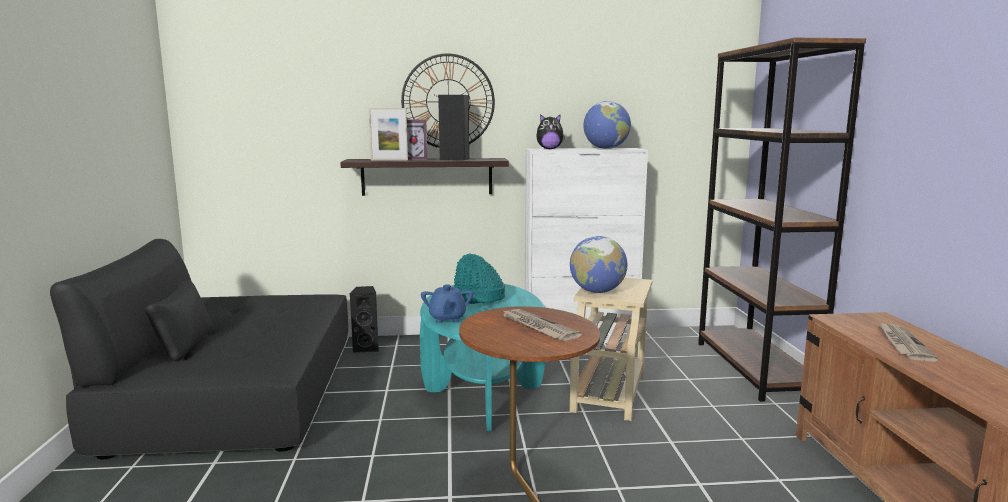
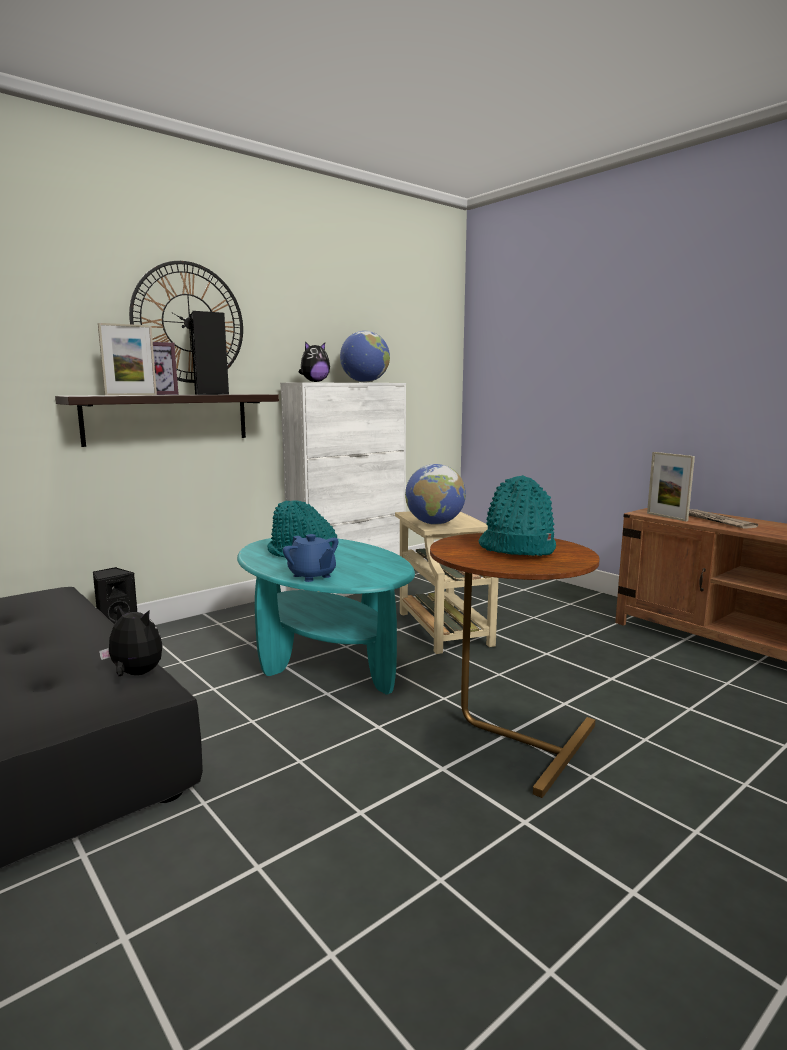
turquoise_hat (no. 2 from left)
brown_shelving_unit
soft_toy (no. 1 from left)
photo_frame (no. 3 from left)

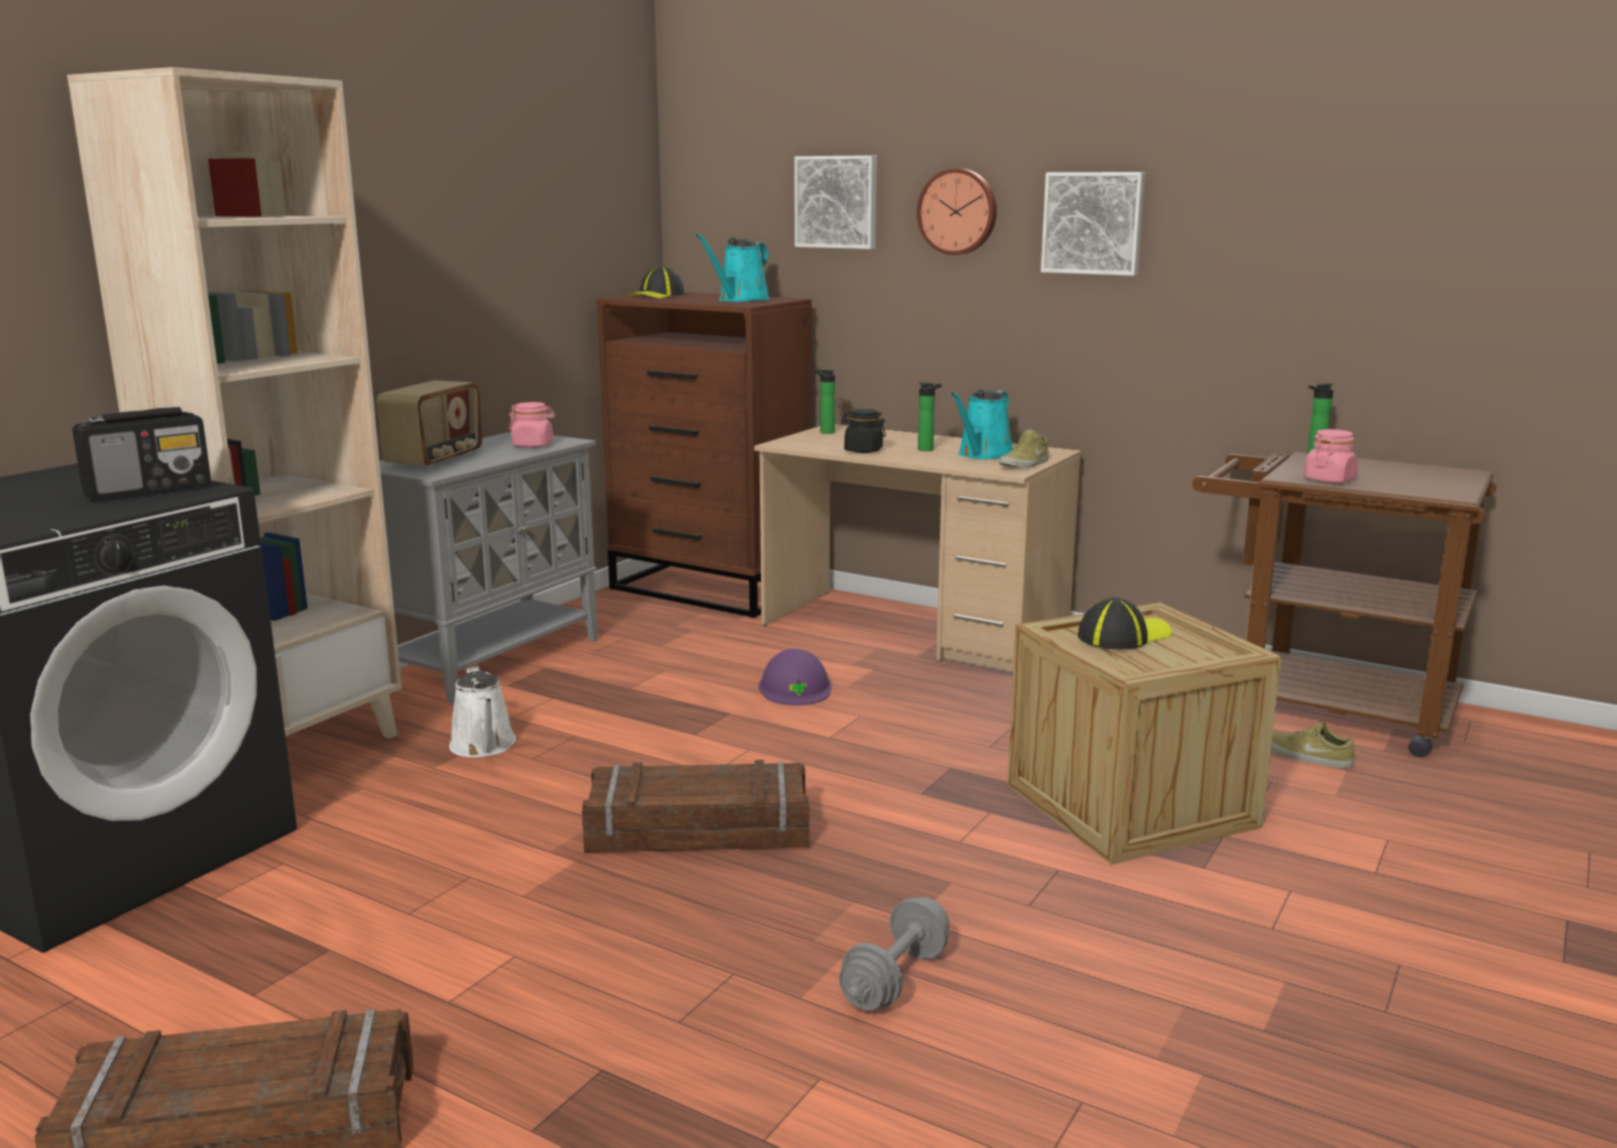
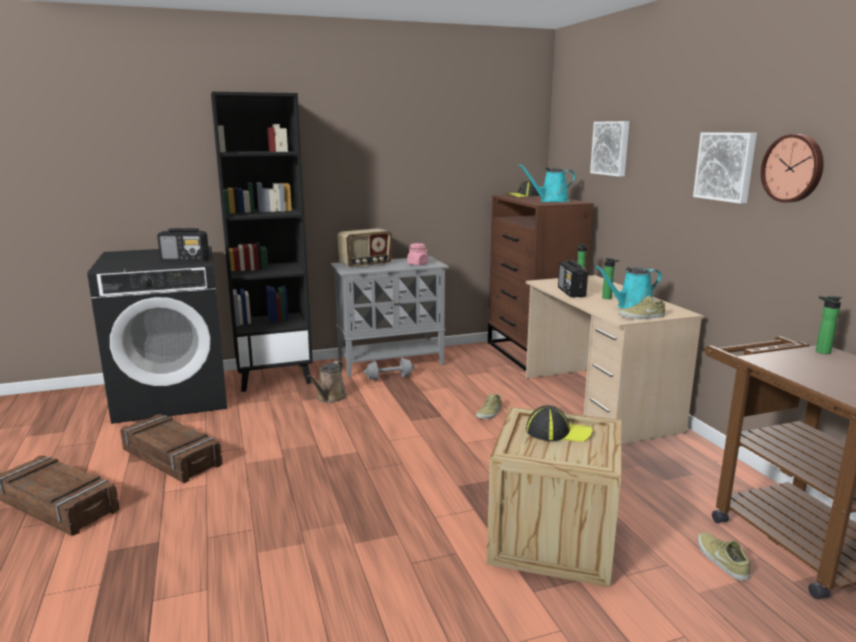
black-coloured_shelving_unit
brown_watering_pot
crate (no. 2 from left)
sand-coloured_shoe (no. 1 from left)
gray_dumbbell
radio_set (no. 3 from left)
clock_on_the_wall
pink-coloured_storage_jar (no. 2 from left in the first image)

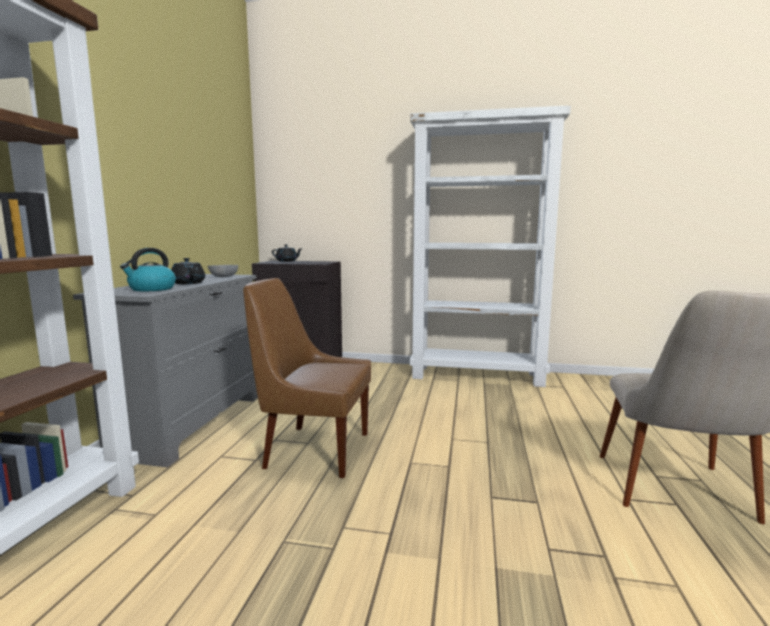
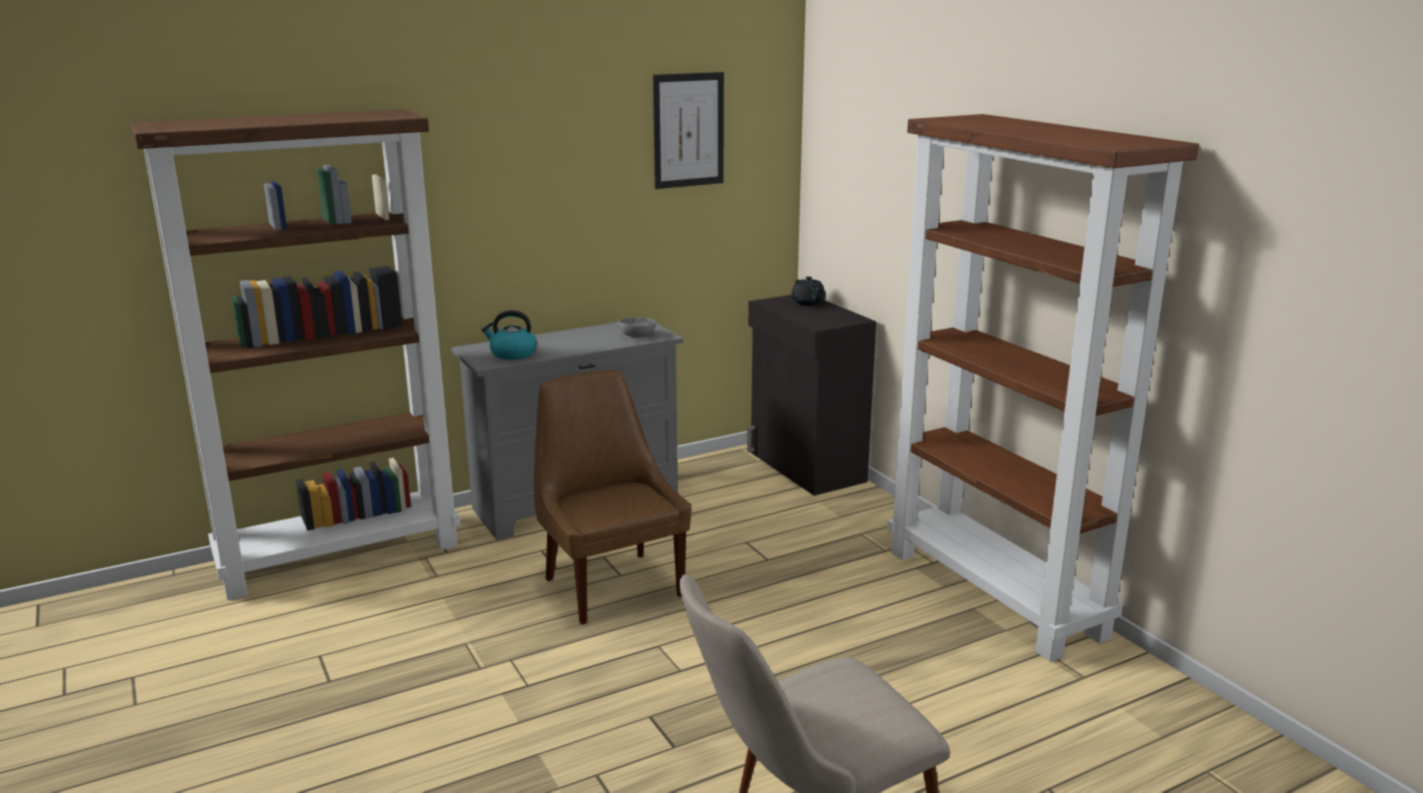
black-coloured_tea_pot (no. 1 from left in the first image)
brown_shelving_unit (no. 2 from left)
wall_picture

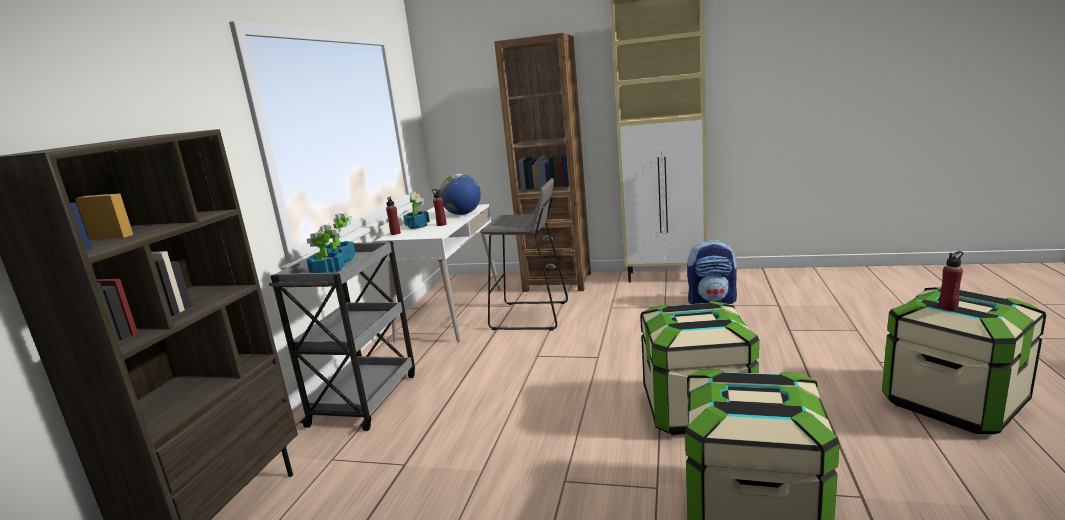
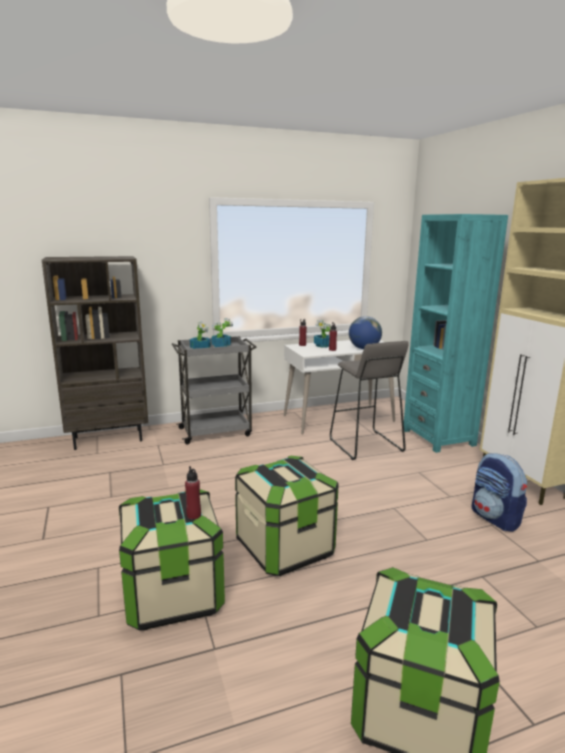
turquoise_shelving_unit
red-coloured_beverage_bottle (no. 1 from left)

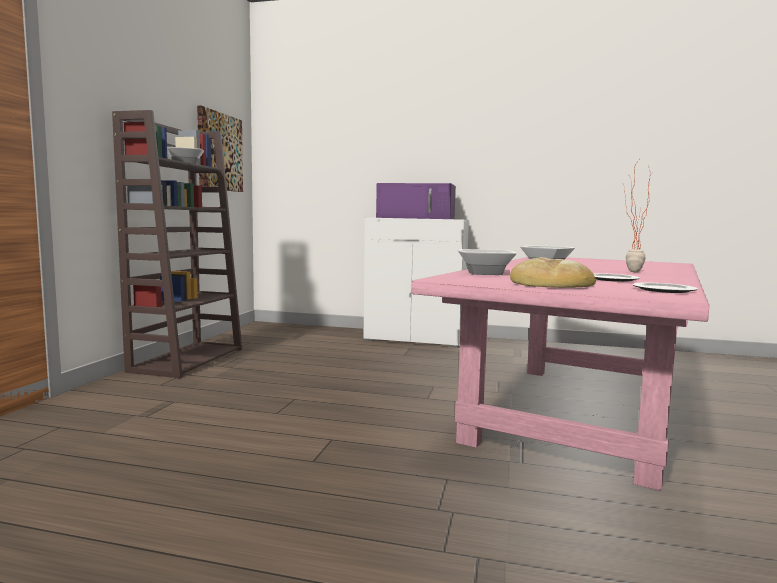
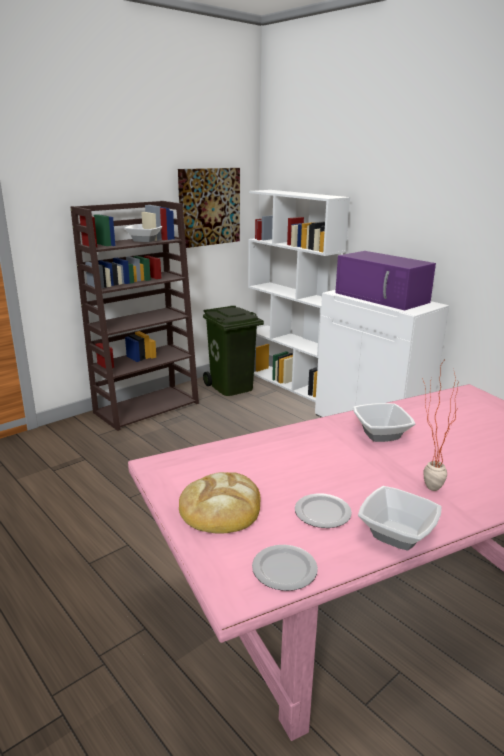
bowl (no. 3 from left)
green_trash_can
whitish_shelving_unit

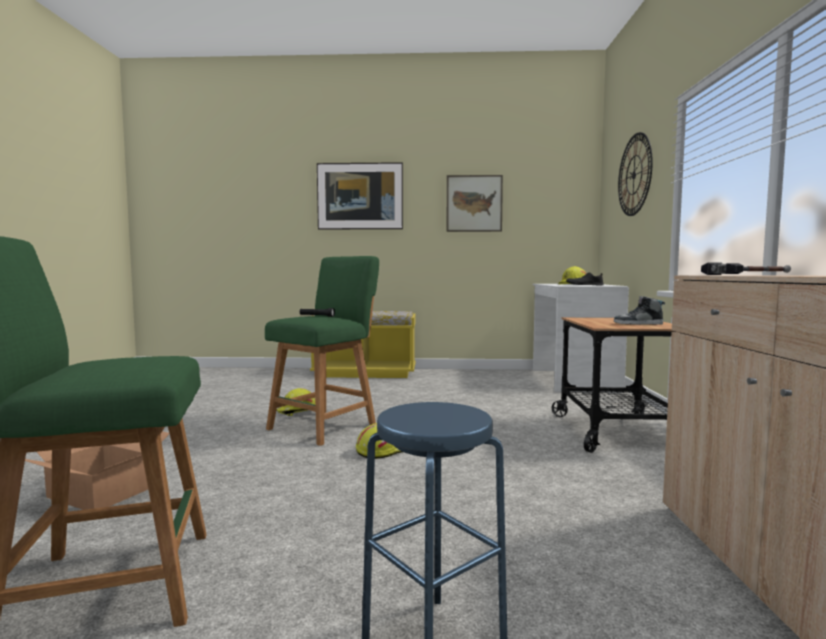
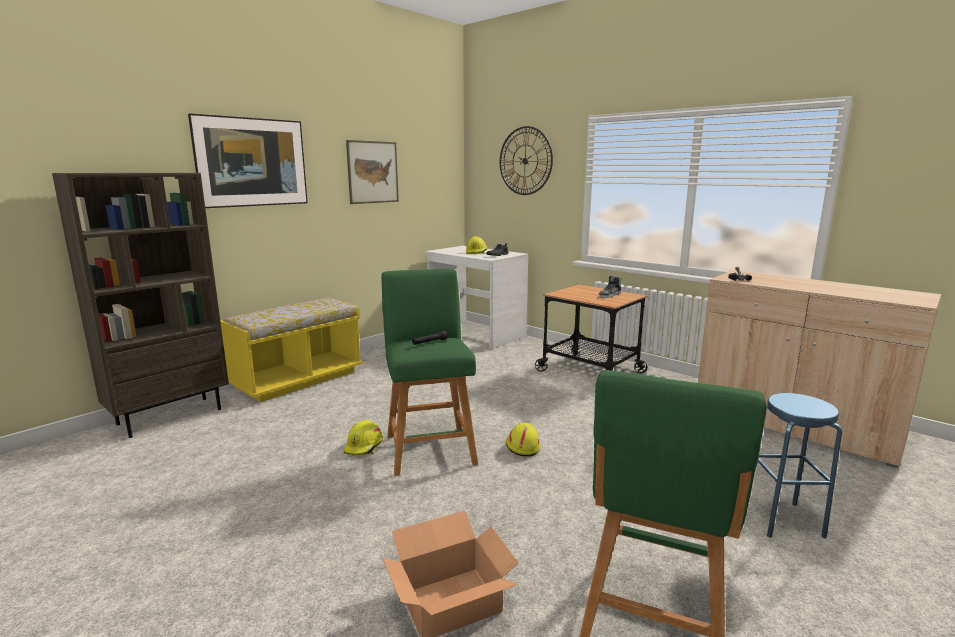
brown_shelving_unit

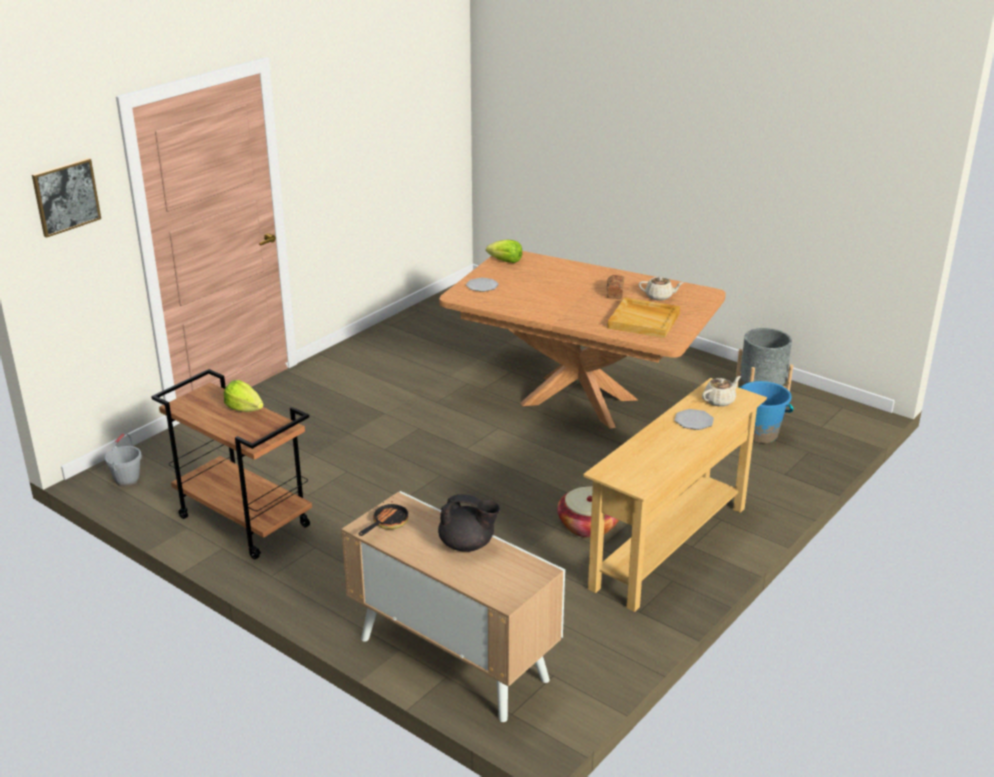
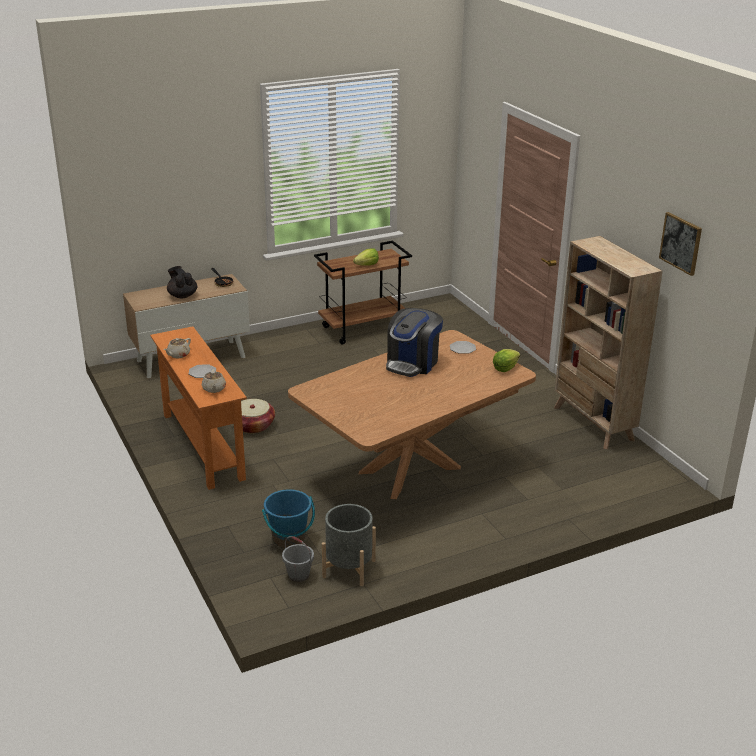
wall_picture
gray_bucket
black-coloured_tea_pot
orange_narrow_table
bread
sand-coloured_tray
sand-coloured_tea_pot (no. 1 from left)
coffee_brewer
sand-coloured_shelving_unit

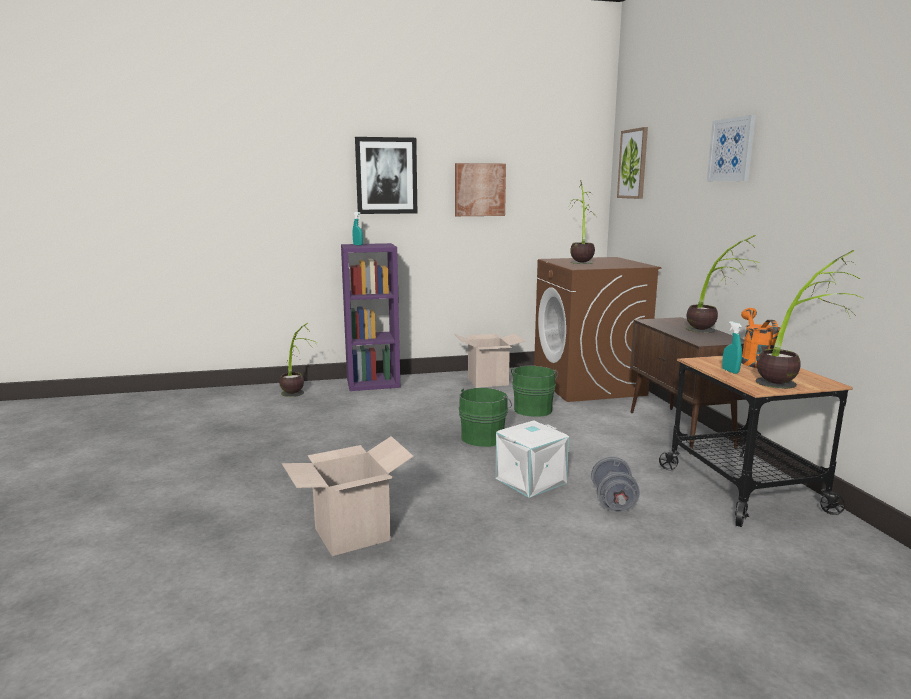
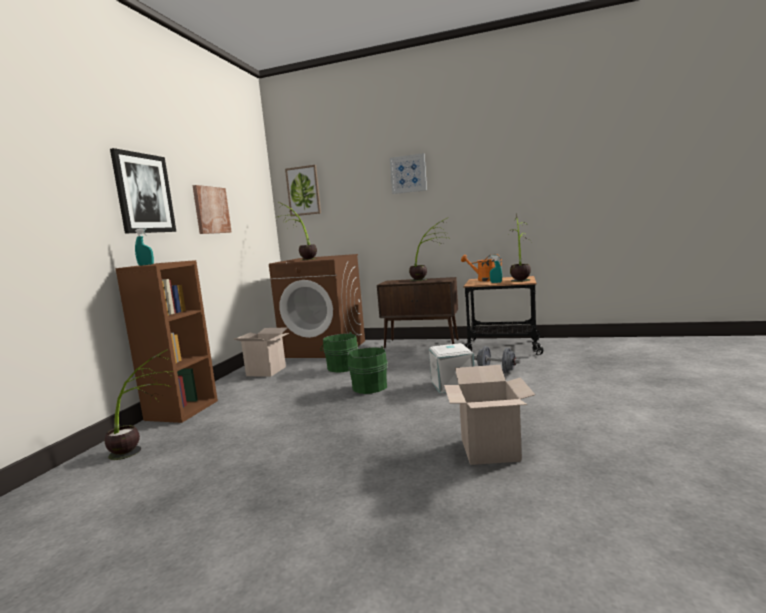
brown_shelving_unit

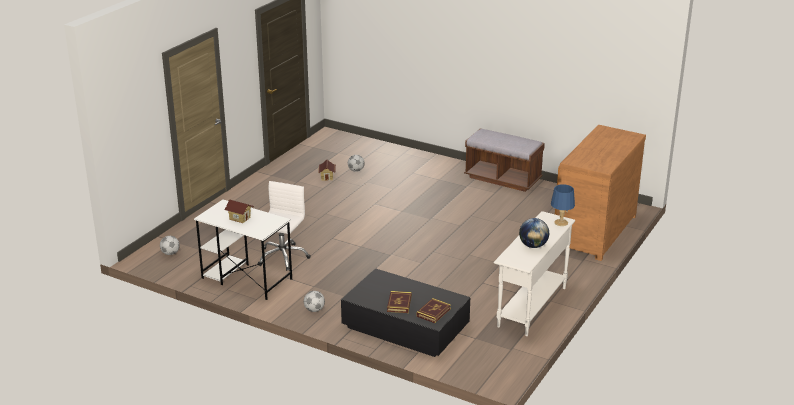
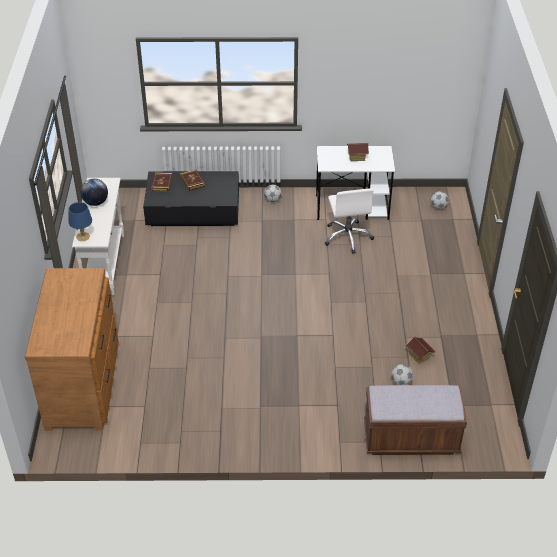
brown_bench

